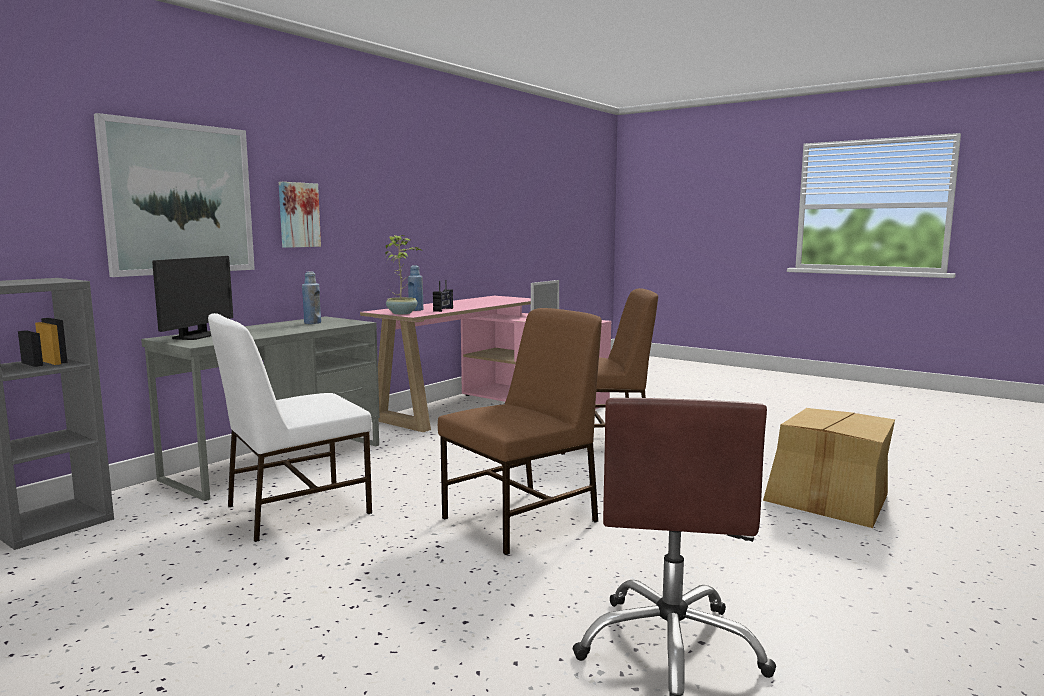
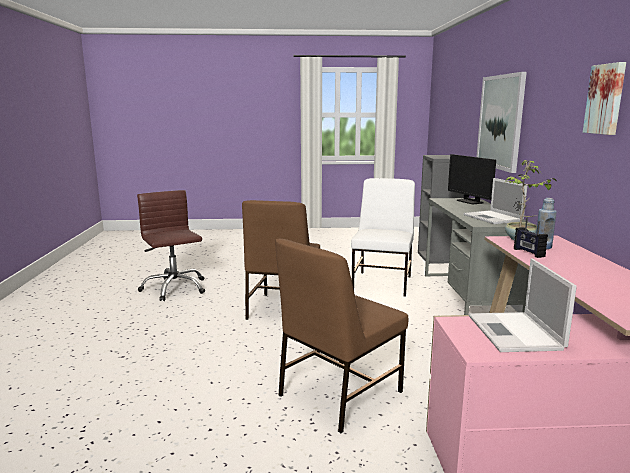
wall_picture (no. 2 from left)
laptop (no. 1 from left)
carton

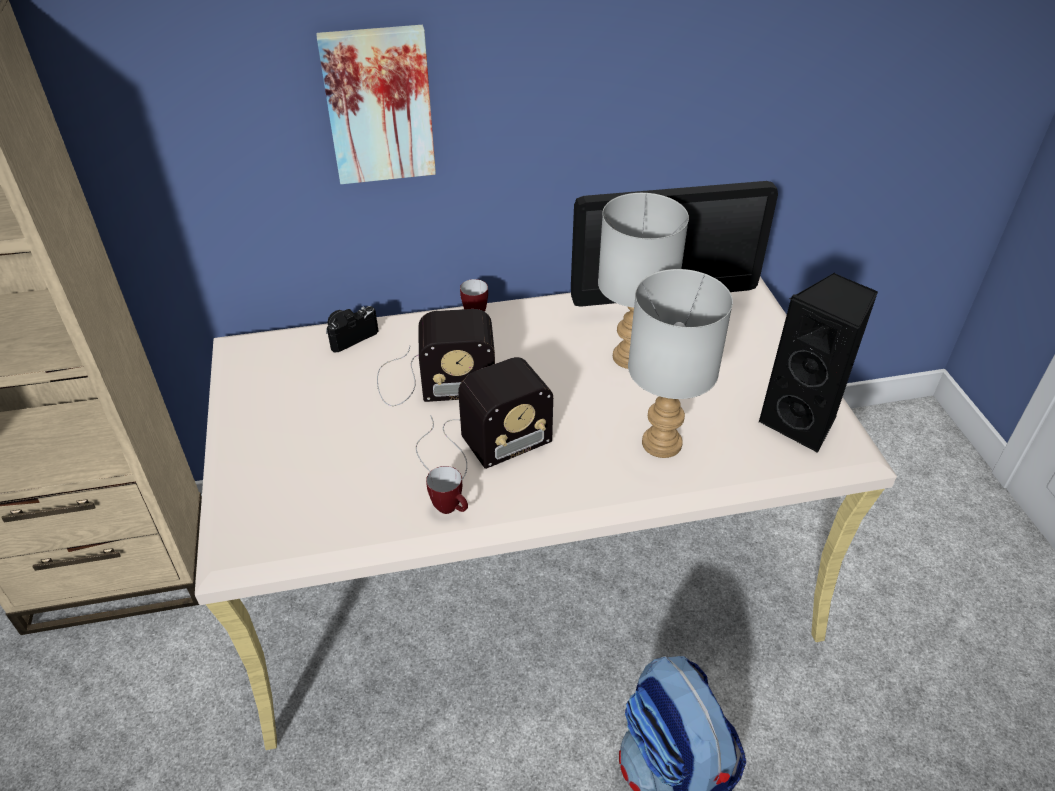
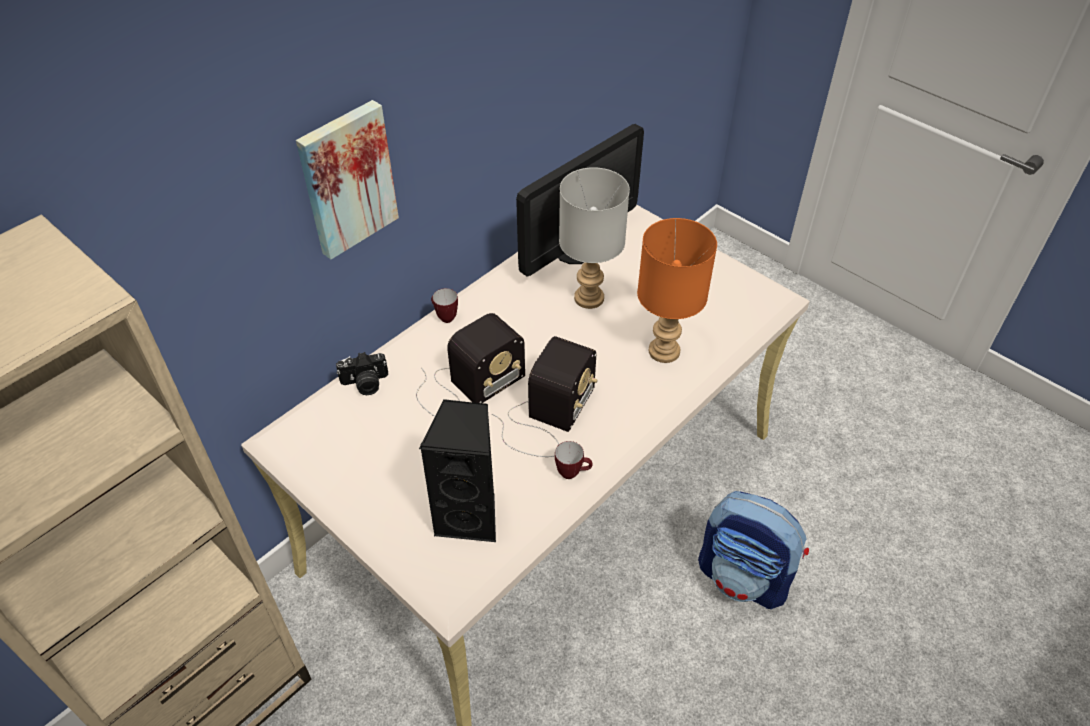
photo_camera
orange_lamp_for_a_table
black-coloured_audio_speaker

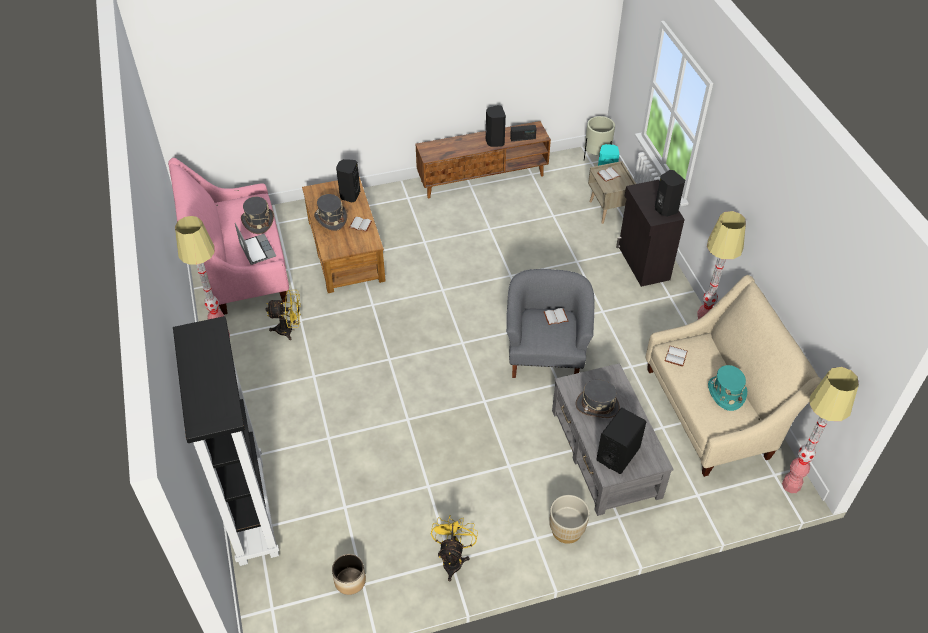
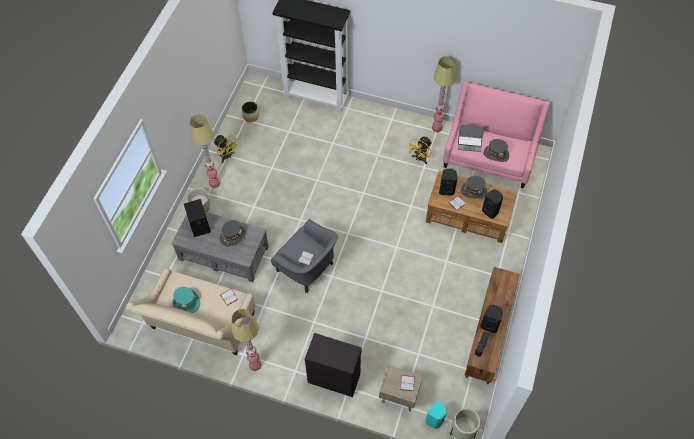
black-coloured_audio_speaker (no. 2 from left)
standing_lamp (no. 1 from left)

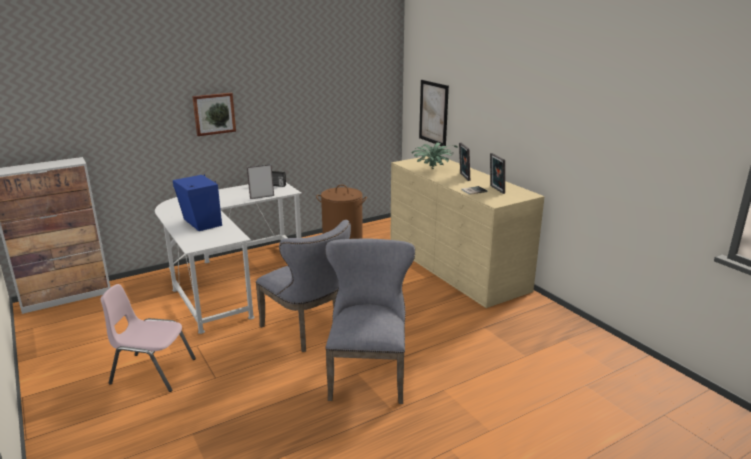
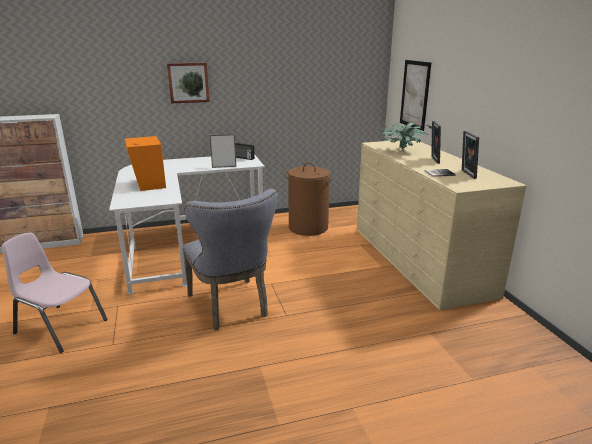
orange_audio_speaker
gray_chair (no. 2 from left in the first image)

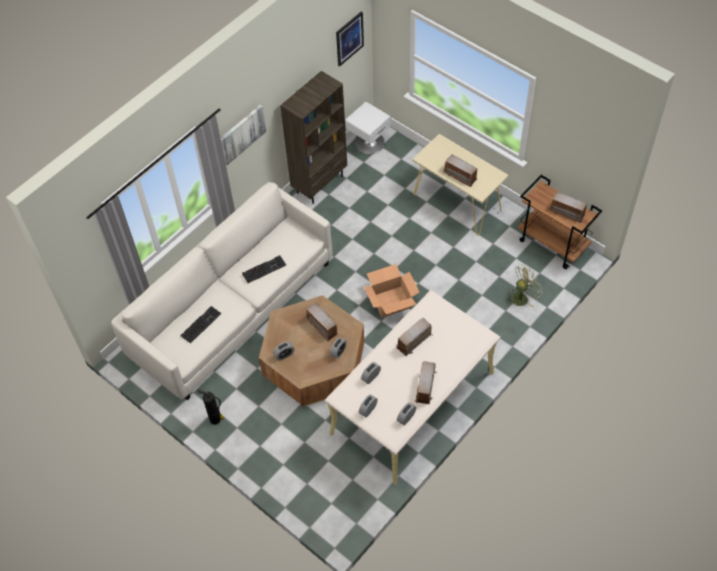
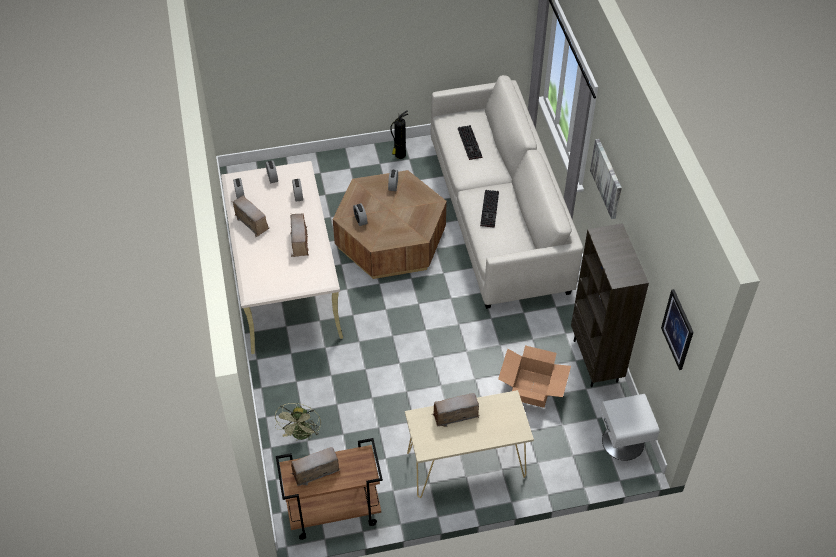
radio_set (no. 1 from left in the first image)
carton

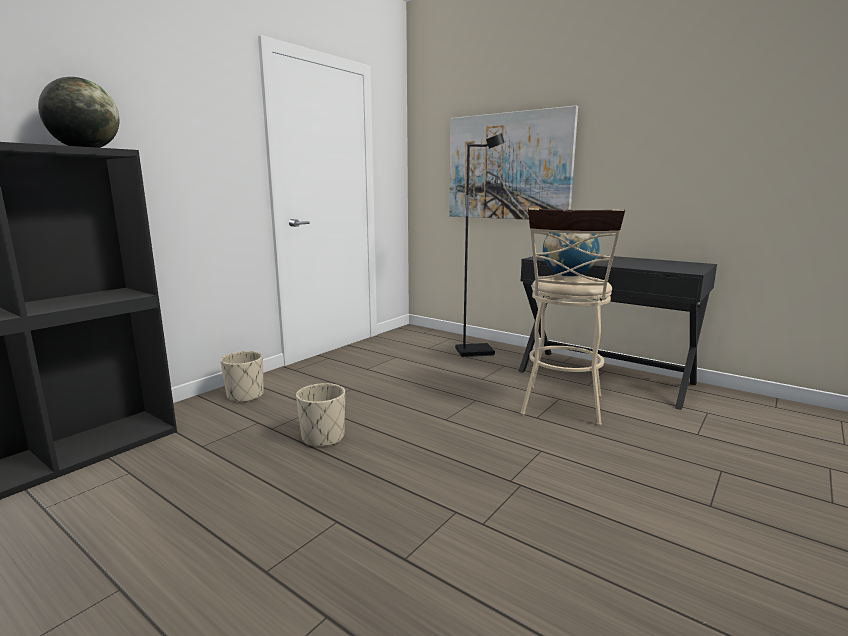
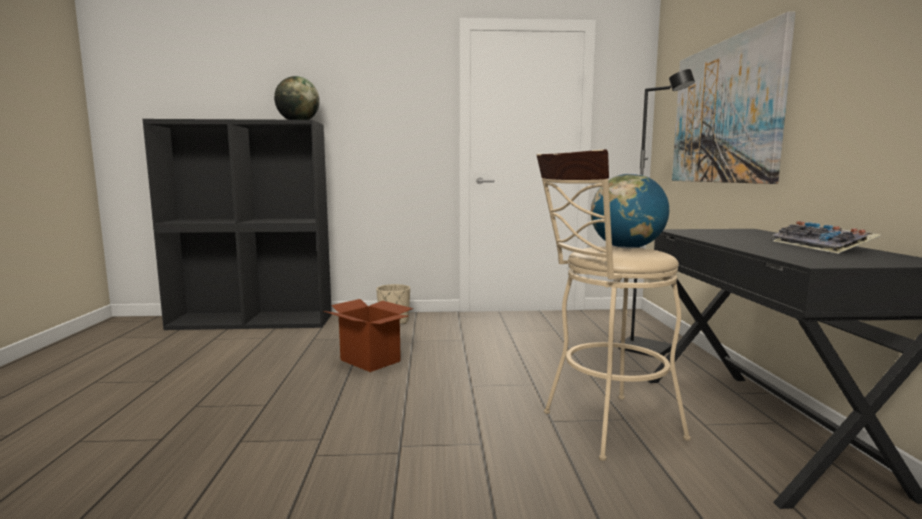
carton
computer_keyboard

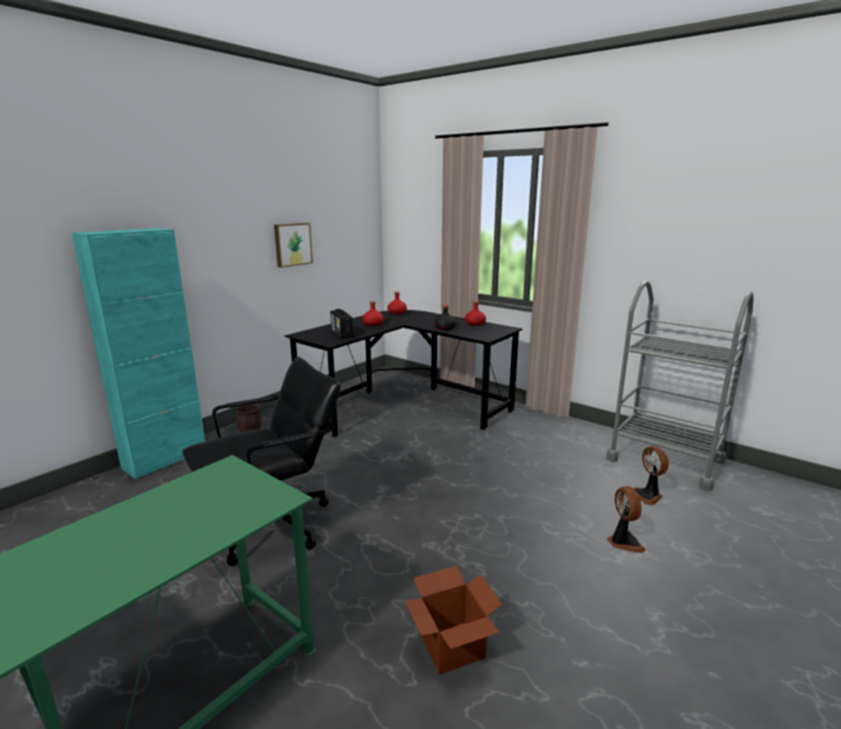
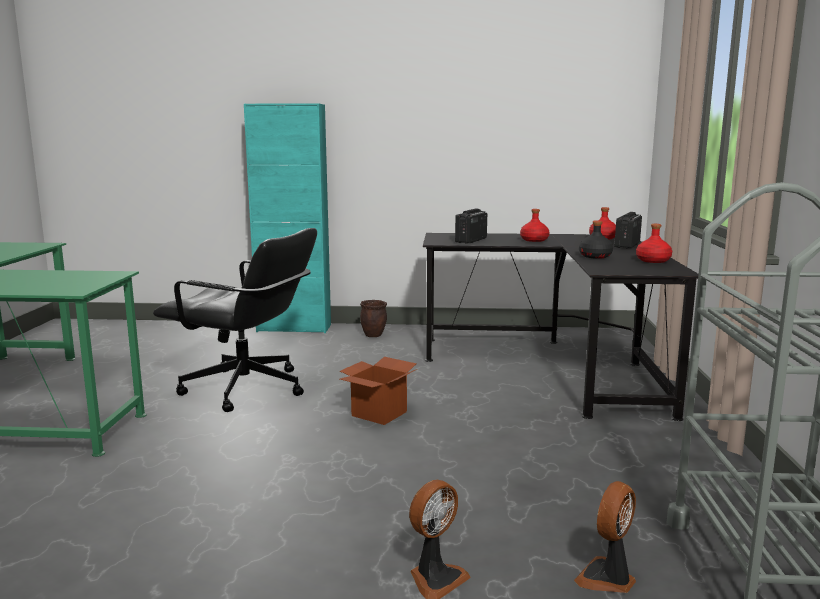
wall_picture
carton
radio_set (no. 2 from left)

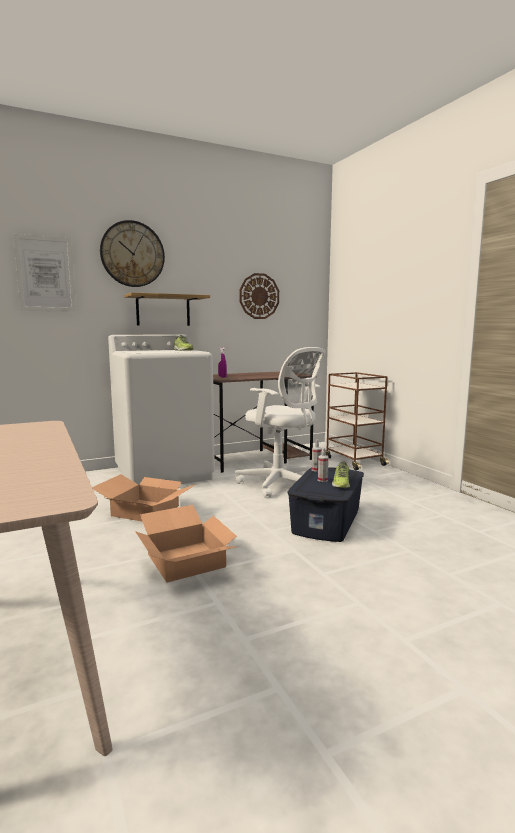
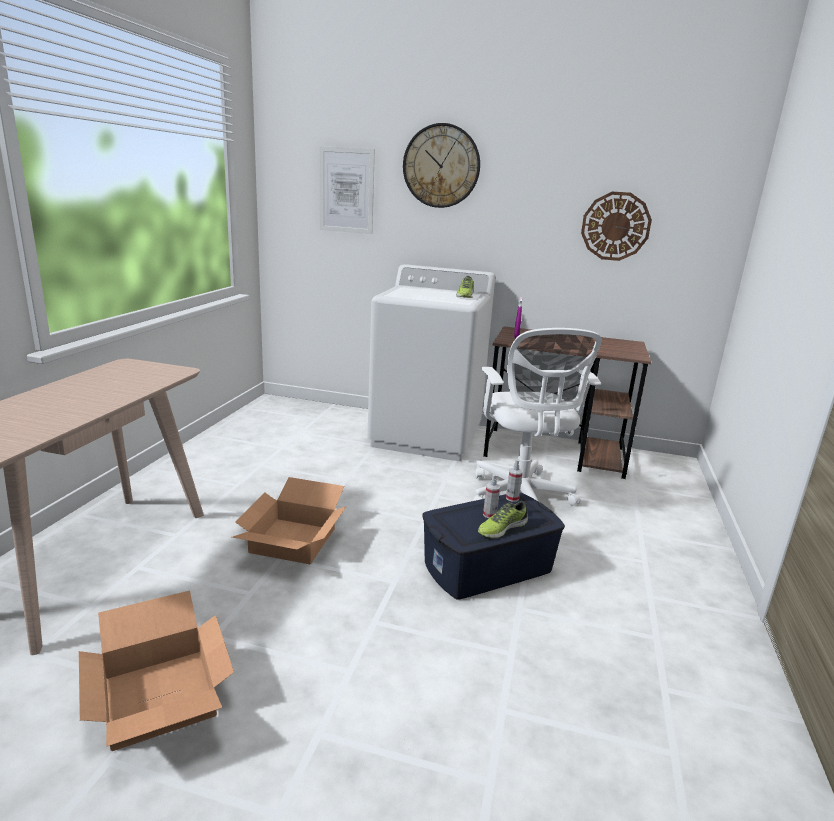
carton (no. 1 from left)
shelf
brown_cart

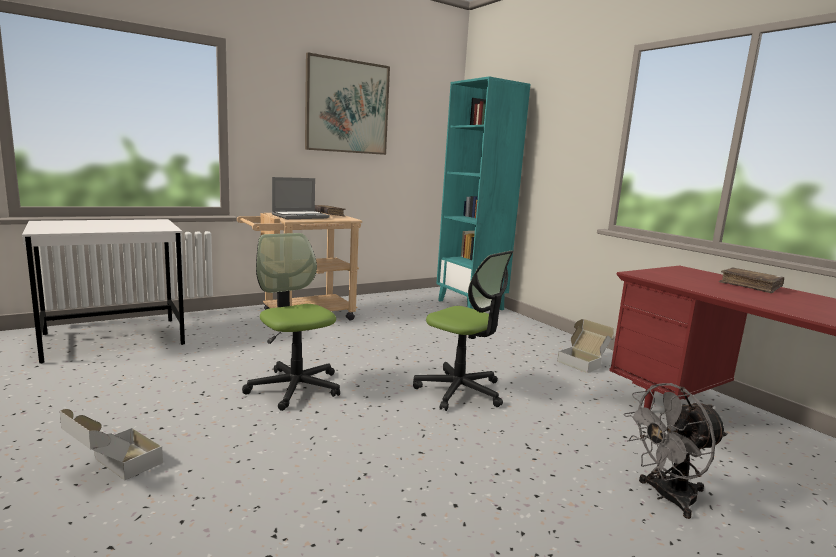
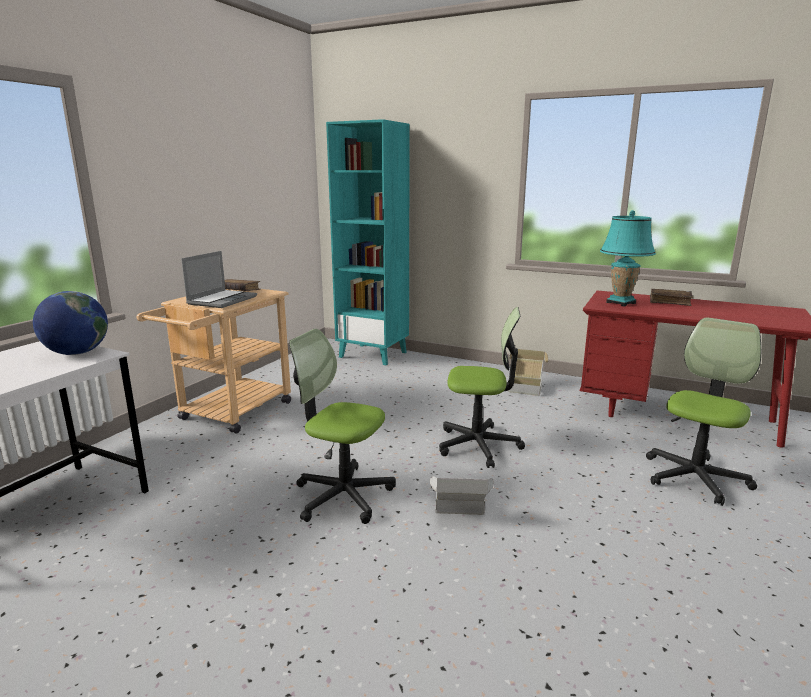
carton (no. 1 from left)
wall_picture
desk_chair (no. 3 from left)
globe
turquoise_lamp_for_a_table

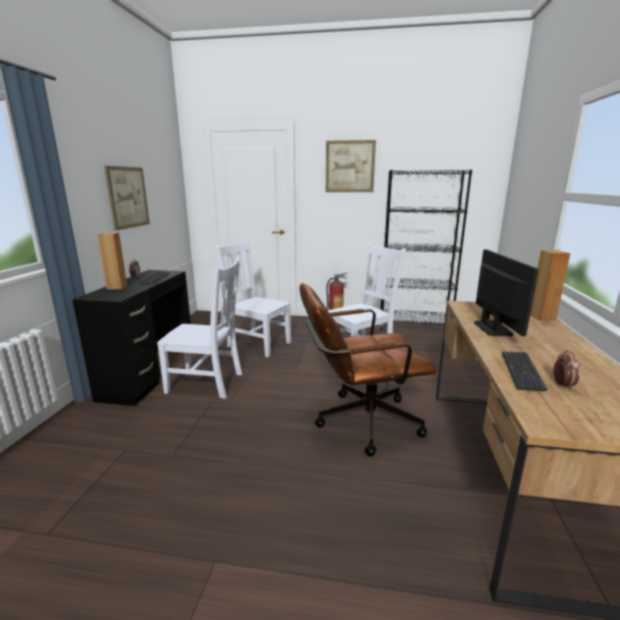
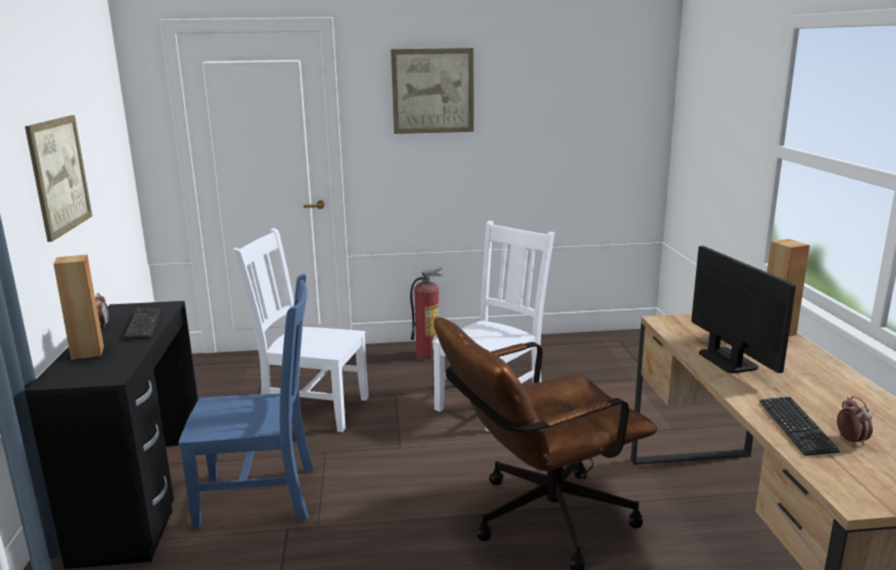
blue_chair
black-coloured_shelving_unit

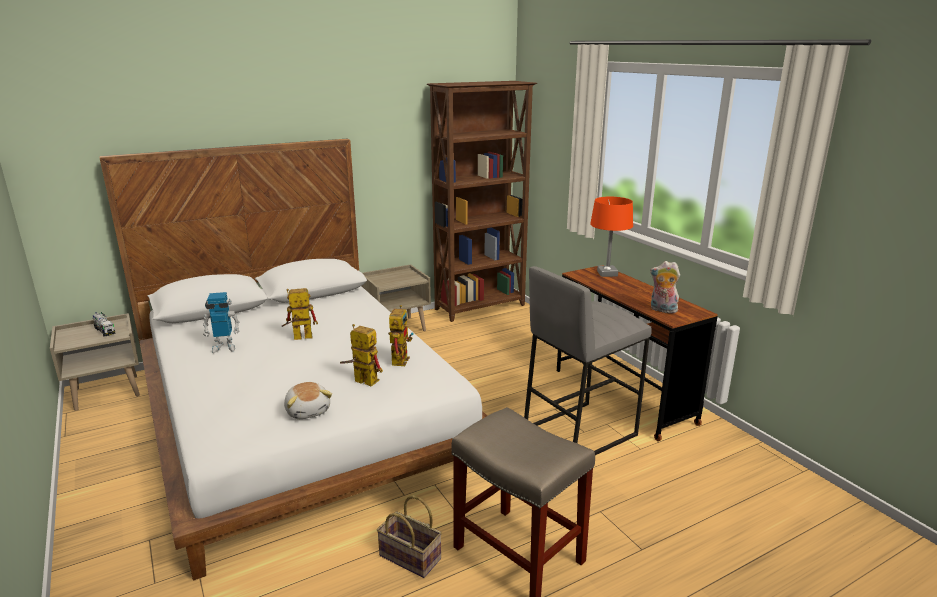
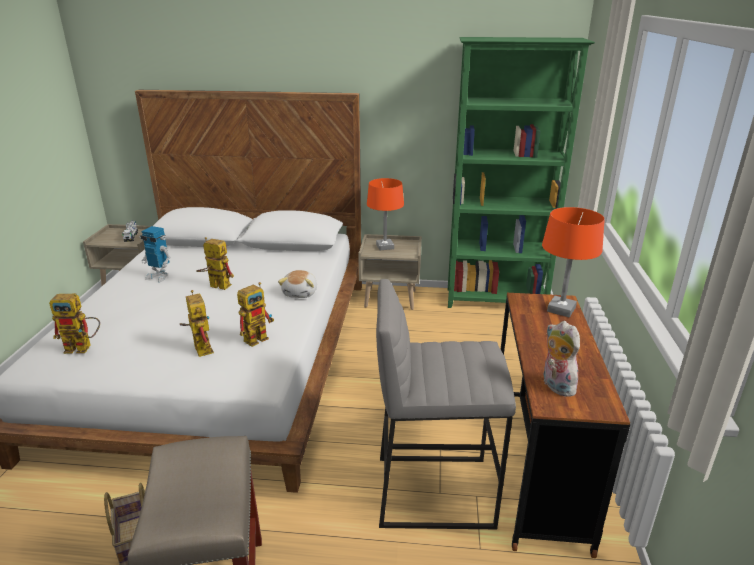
soft_toy (no. 1 from left)
green_shelving_unit
model_robot (no. 1 from left)
orange_lamp_for_a_table (no. 1 from left)

